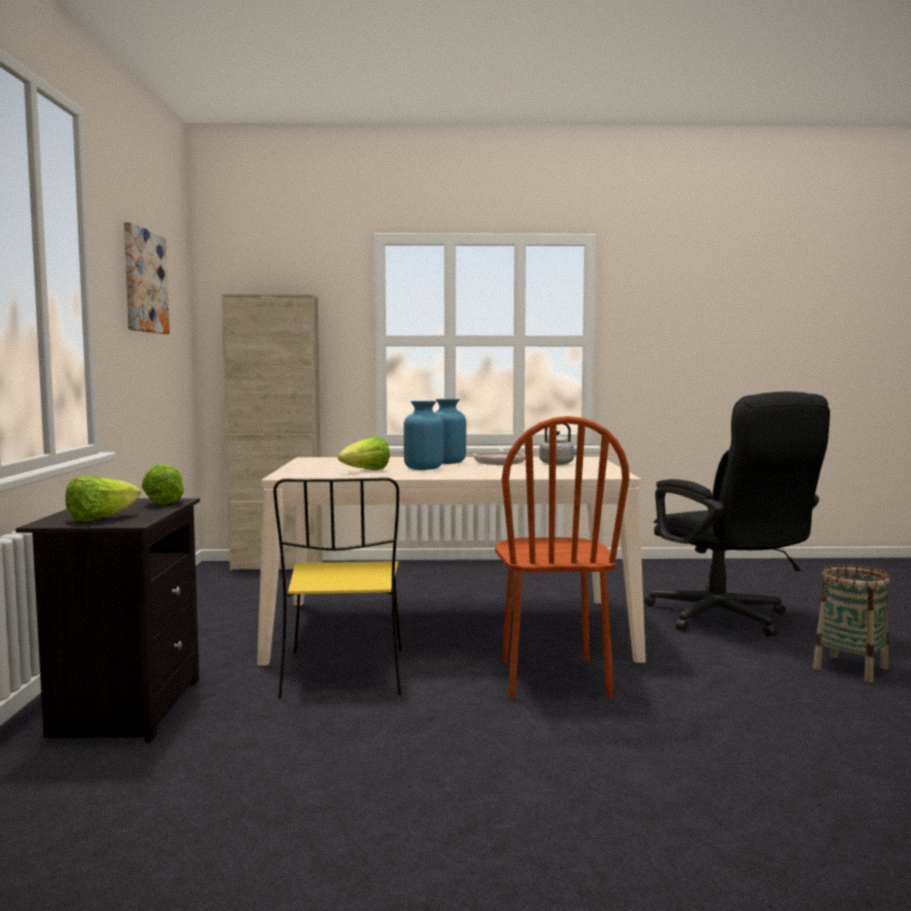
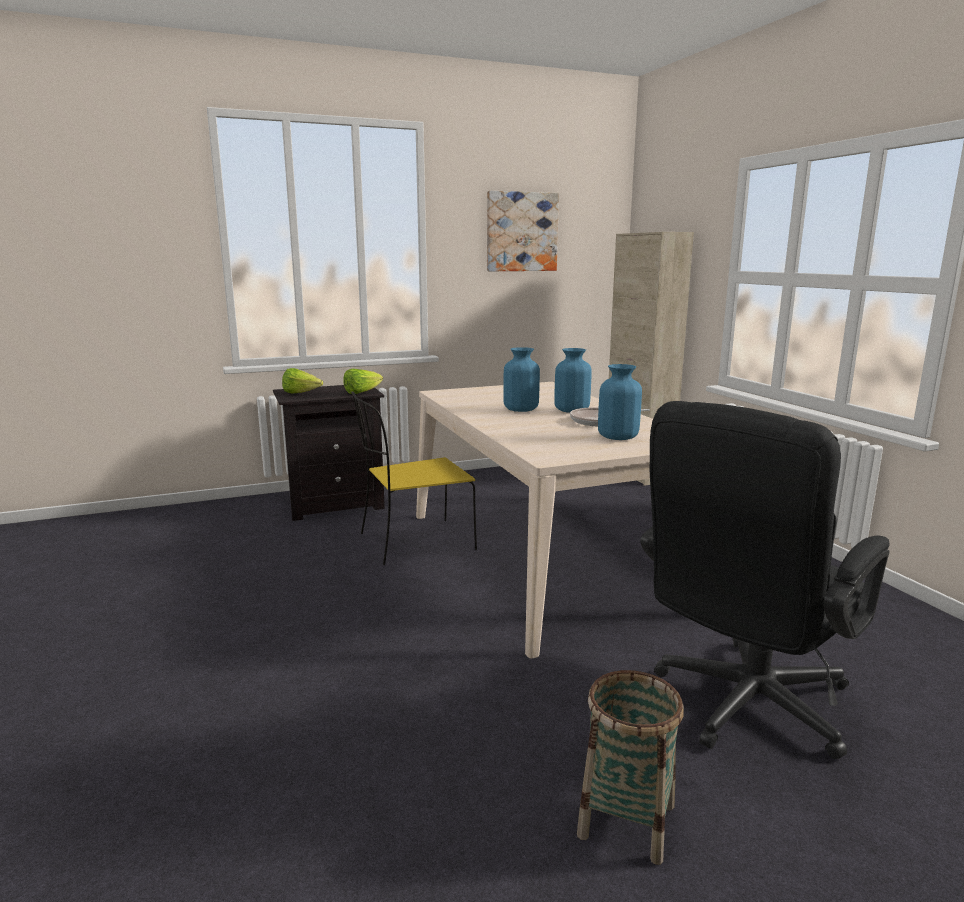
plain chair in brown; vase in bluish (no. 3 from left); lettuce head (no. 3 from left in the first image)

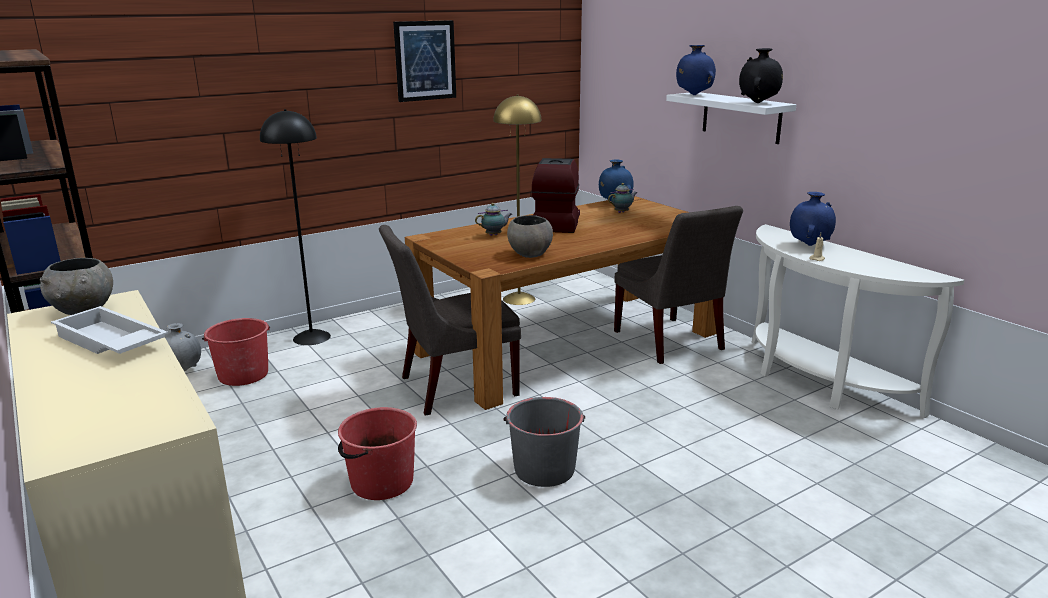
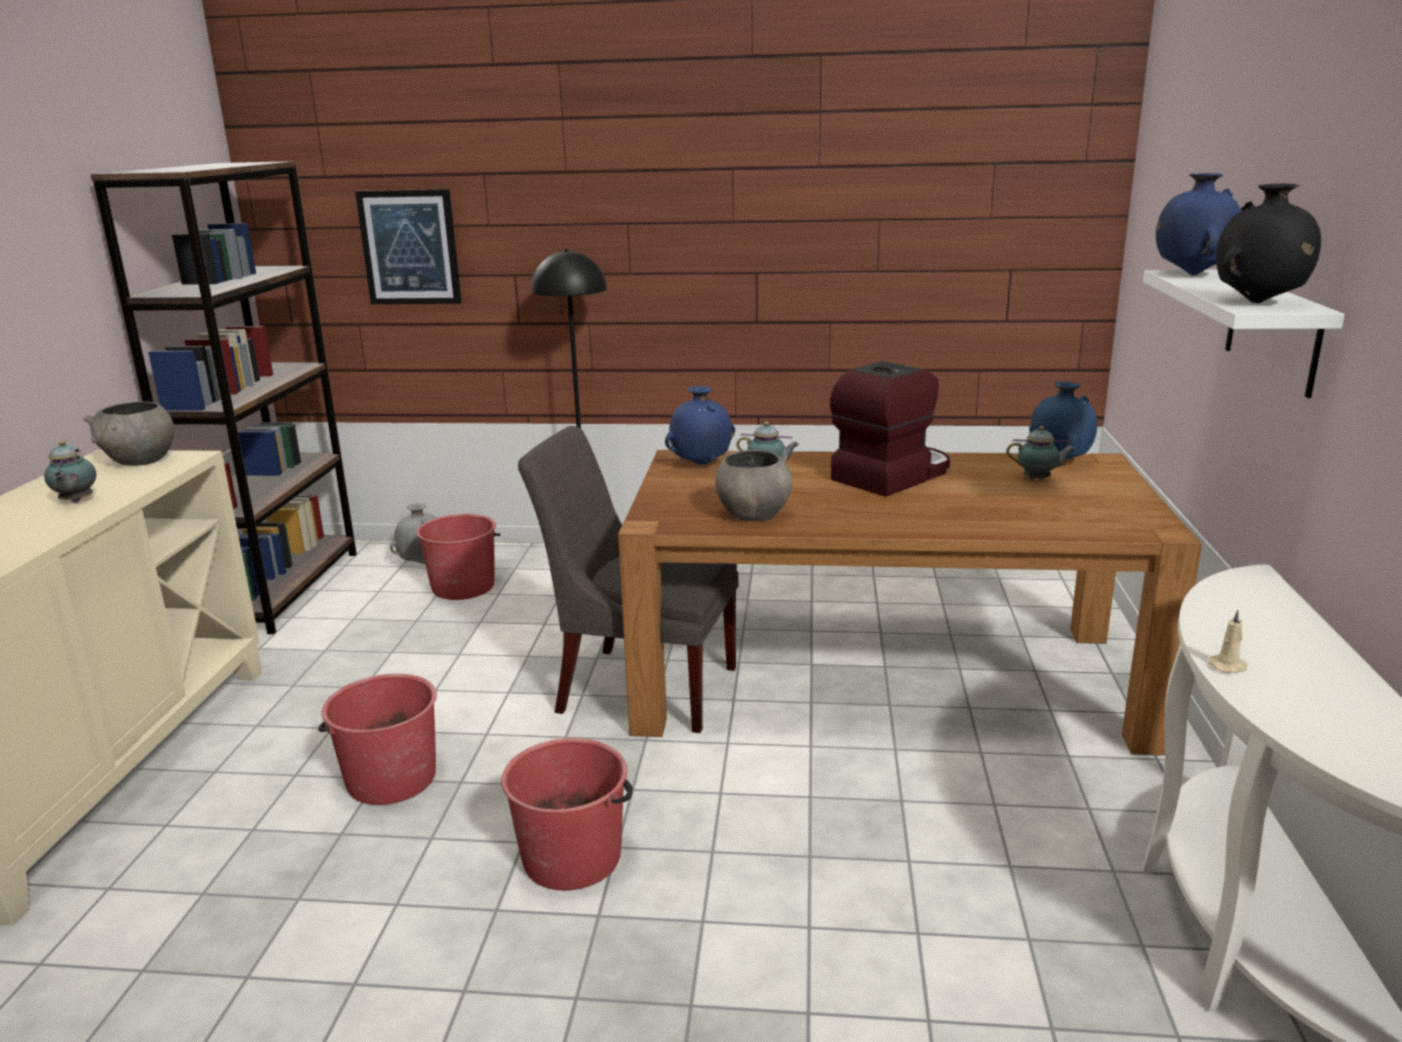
picture; standard lamp in yellow; vase in bluish (no. 1 from left); plain chair in greyish (no. 2 from left in the first image); teapot (no. 1 from left); bucket in red-coloured (no. 3 from left)

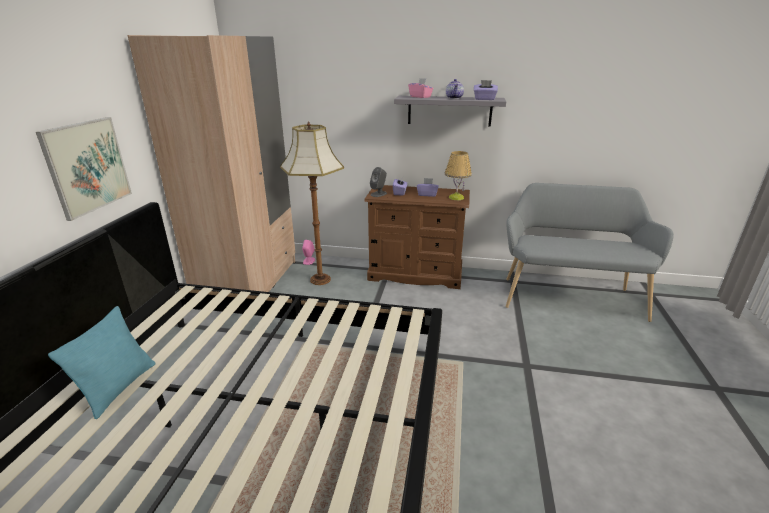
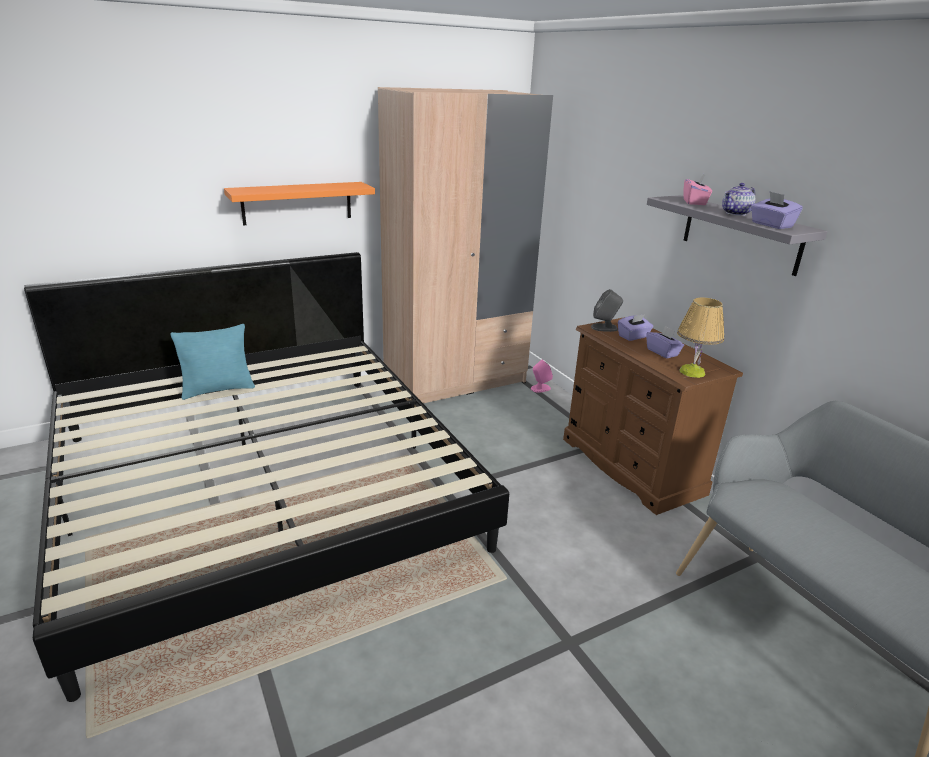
shelf in orange-coloured; standard lamp

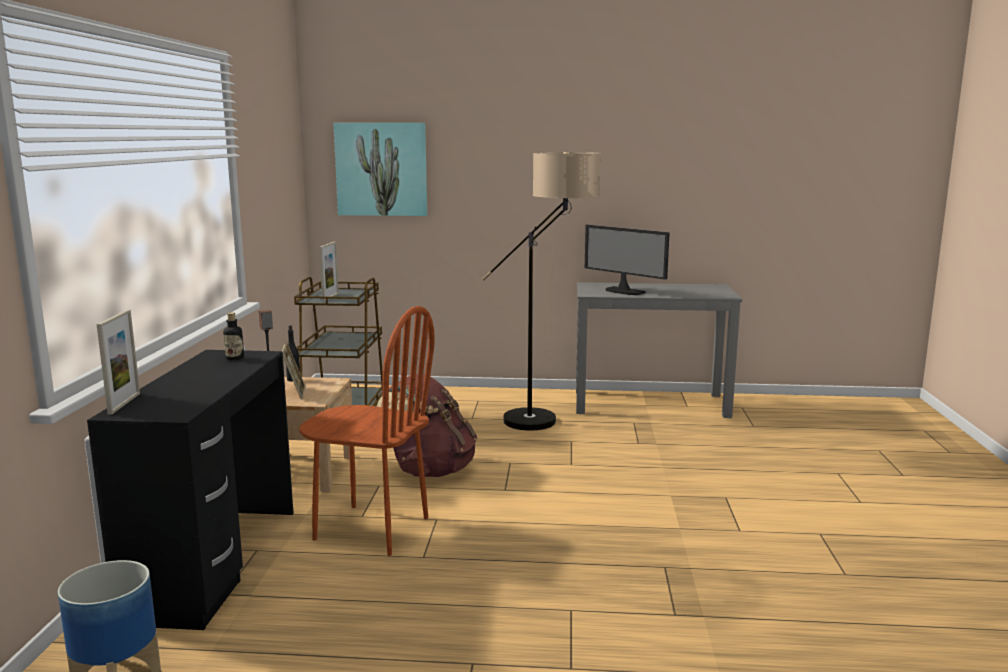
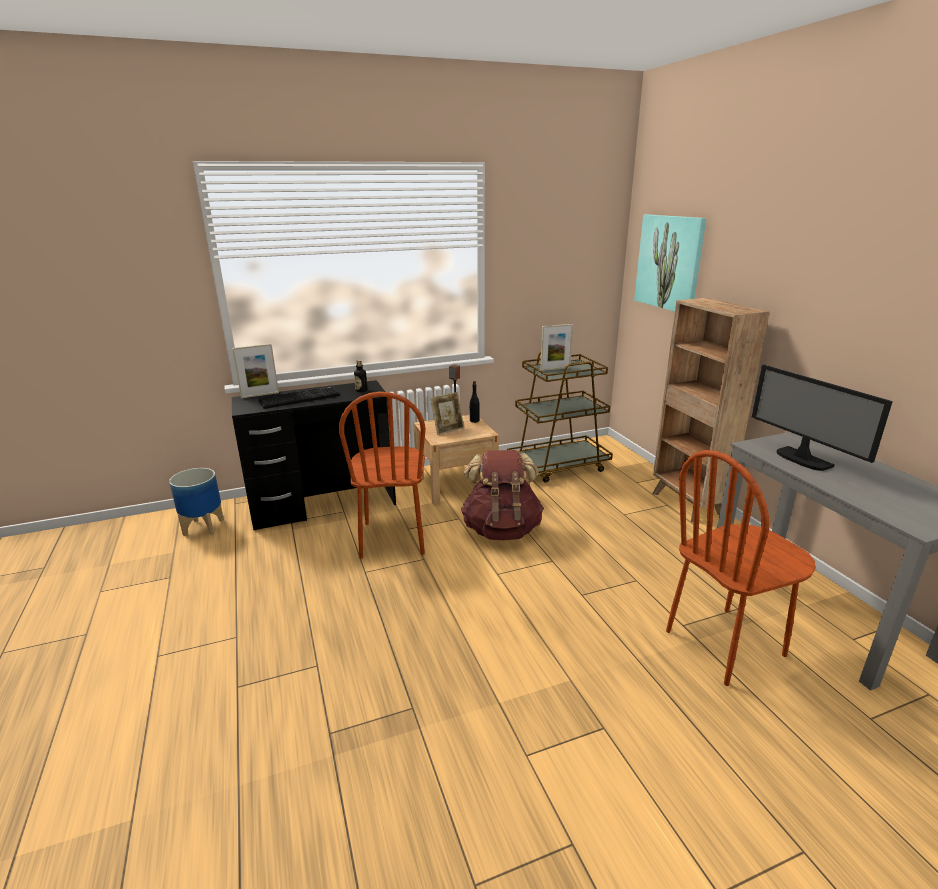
standard lamp; monitor; shelving unit in brown; PC keyboard; plain chair in brown (no. 2 from left)

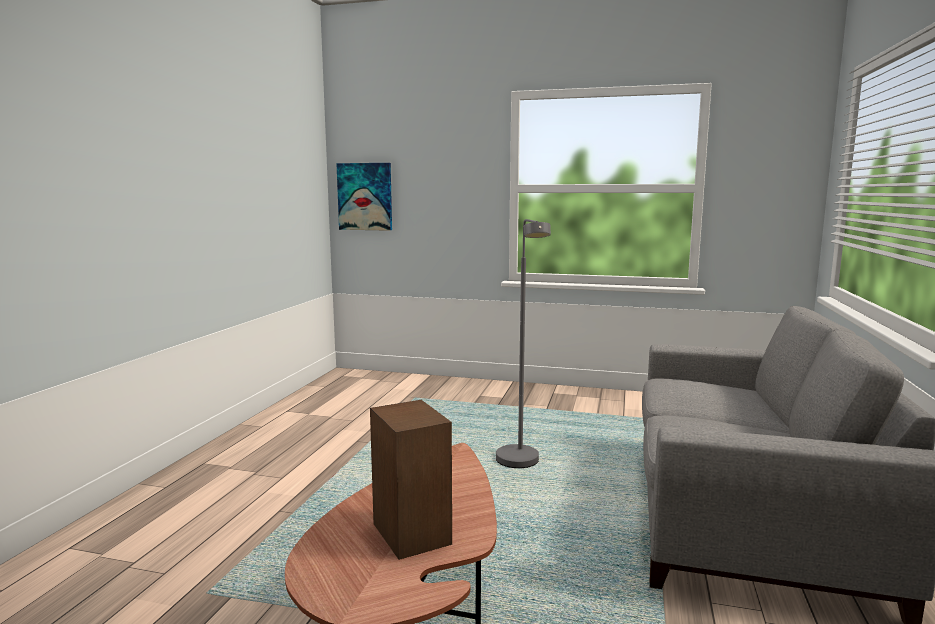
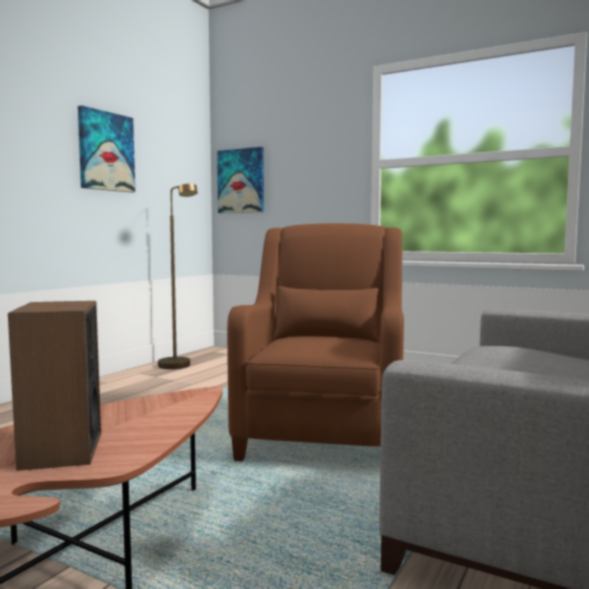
armchair in brown; picture (no. 1 from left); standard lamp in brown

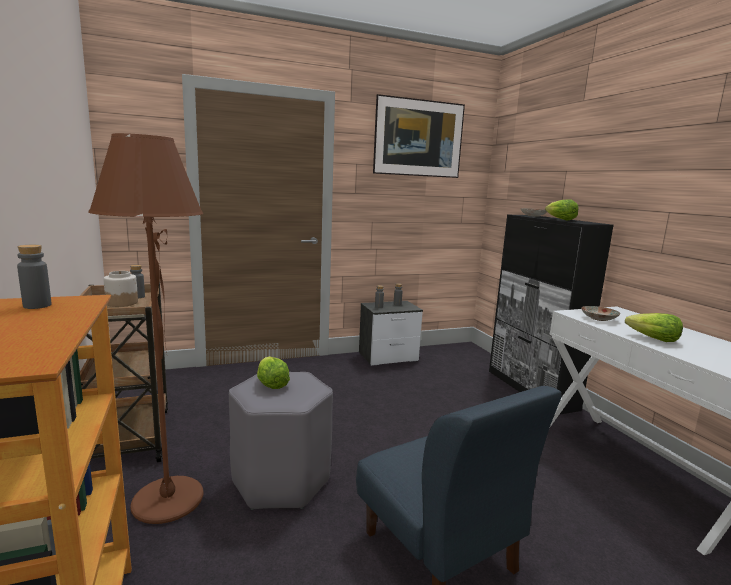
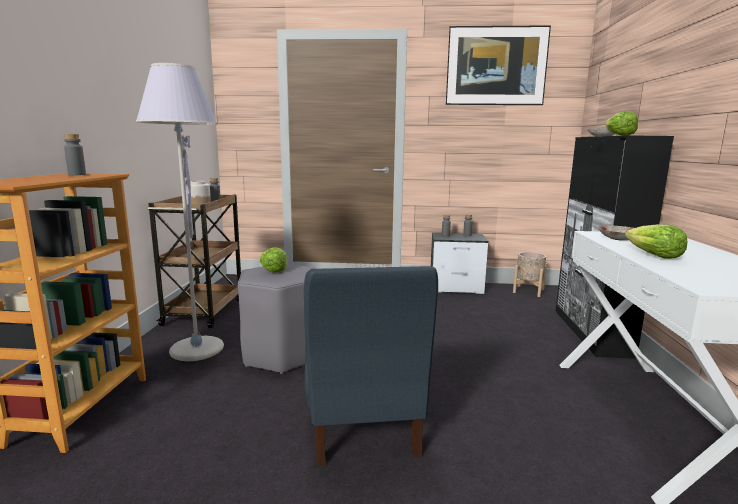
standard lamp in greyish; planter in sand-coloured

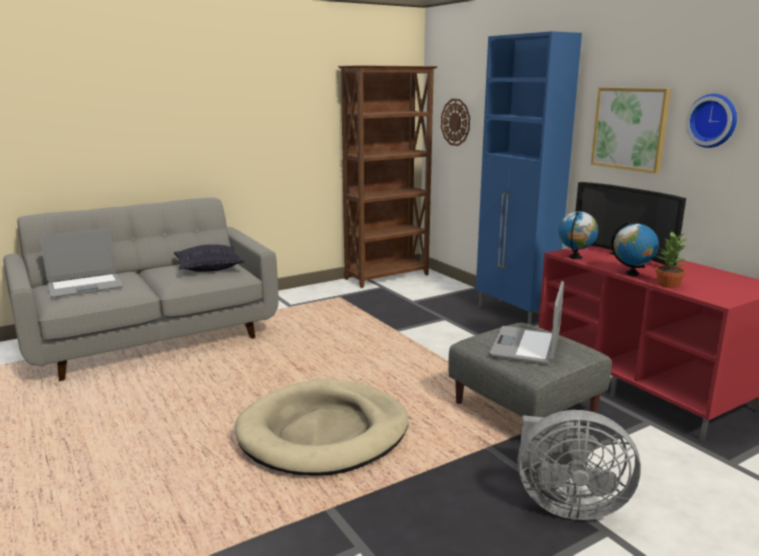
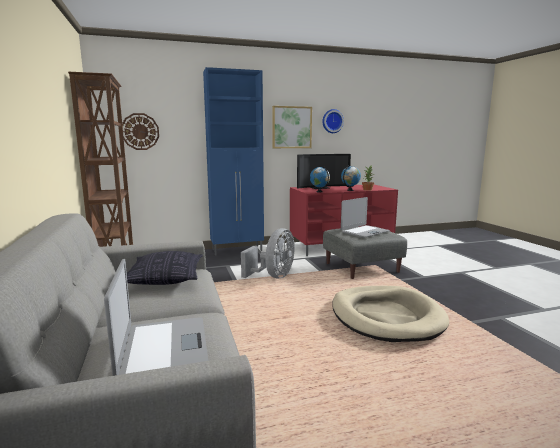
portable computer (no. 2 from left); electric fan in greyish

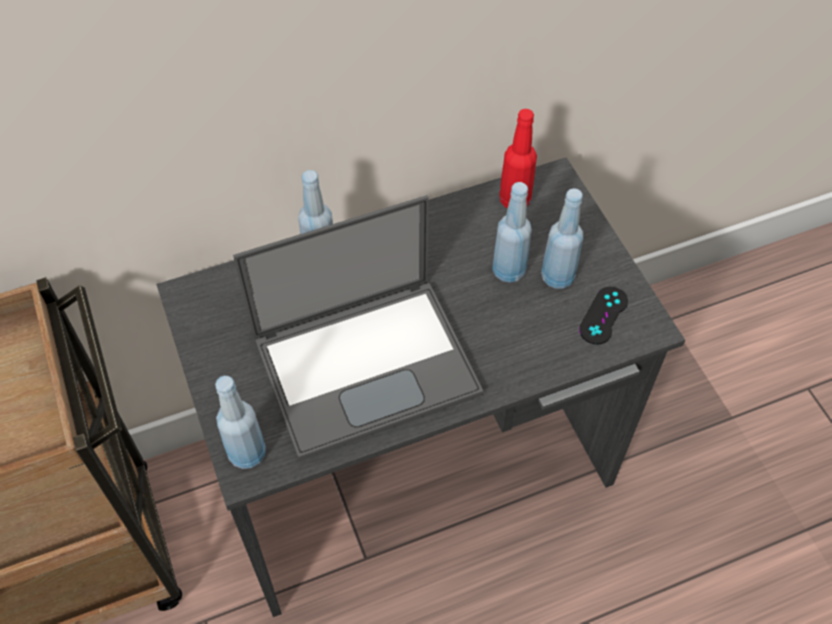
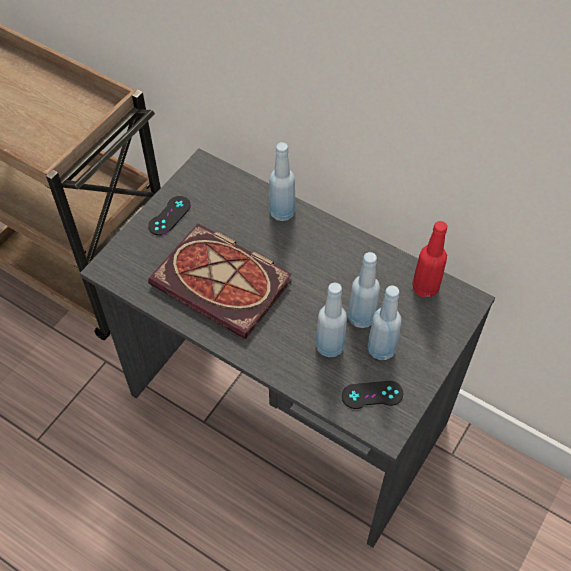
book; bottle in bluish (no. 2 from left); gamepad in black (no. 1 from left)

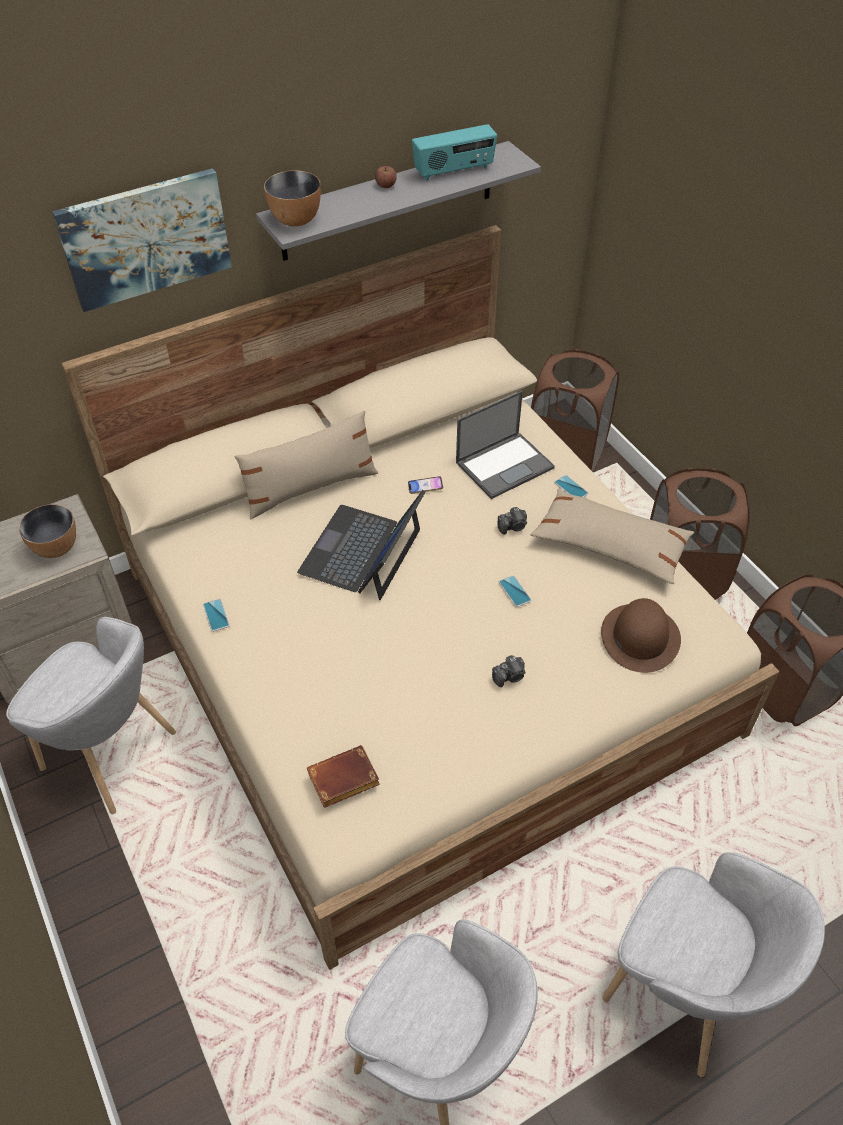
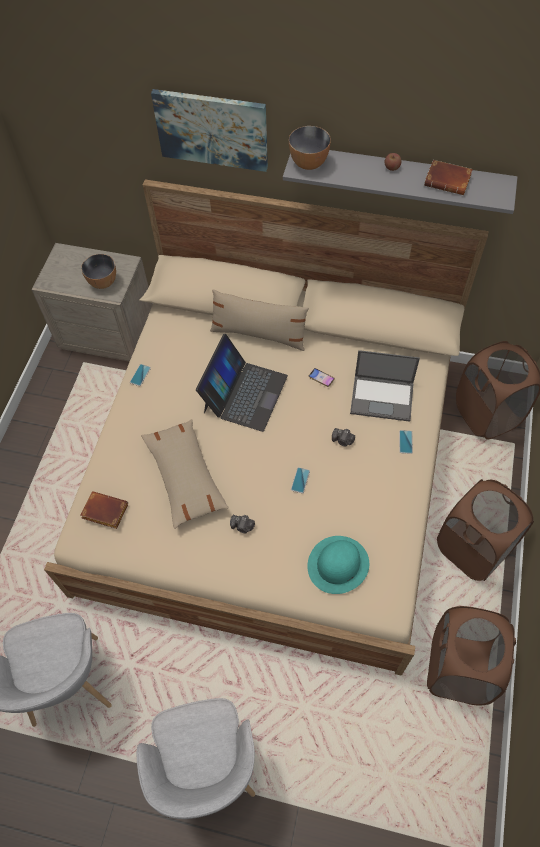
book in brown (no. 2 from left); throw pillow in sand-coloured (no. 1 from left); portable computer (no. 1 from left); hat in turquoise; armchair in greyish (no. 1 from left in the first image)

